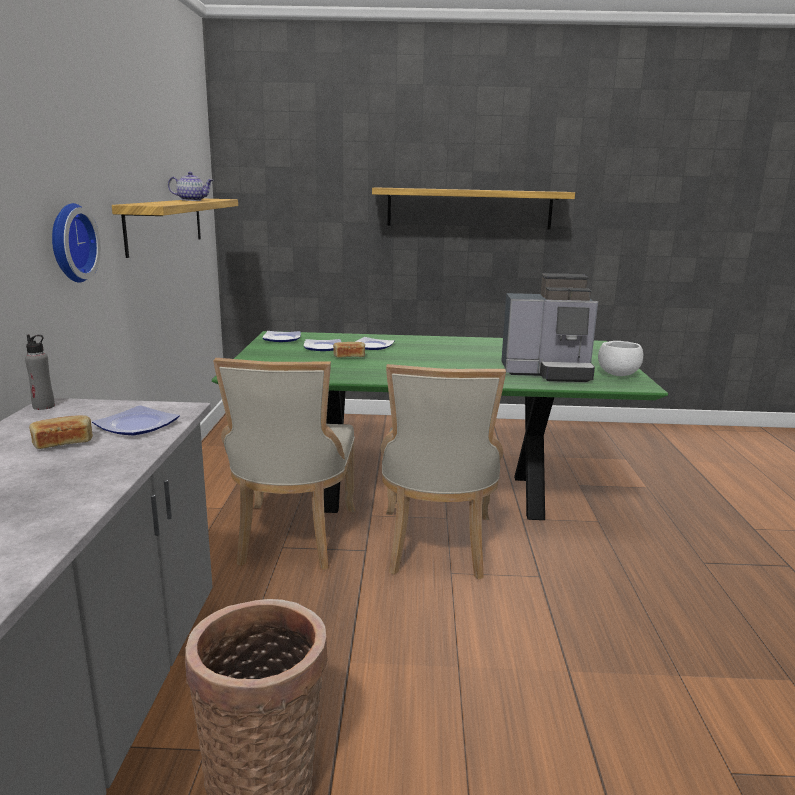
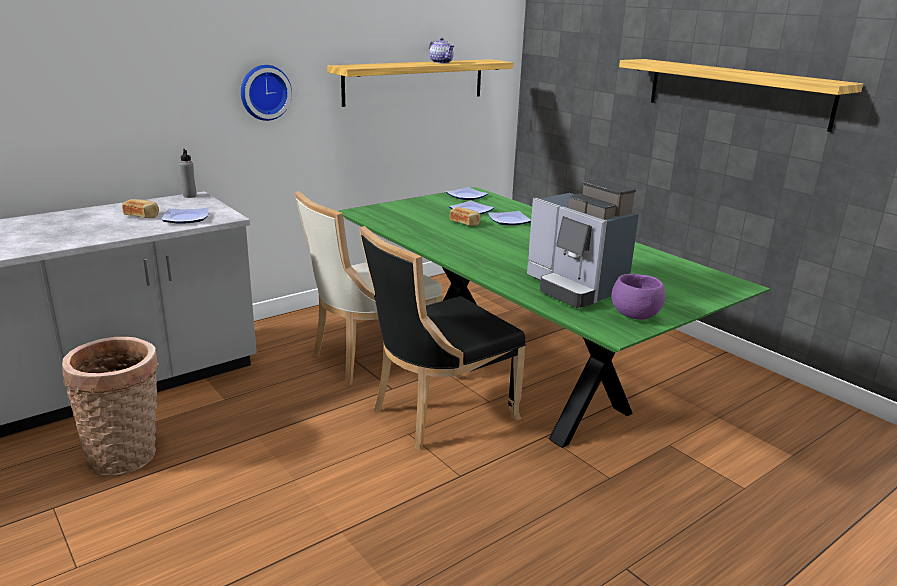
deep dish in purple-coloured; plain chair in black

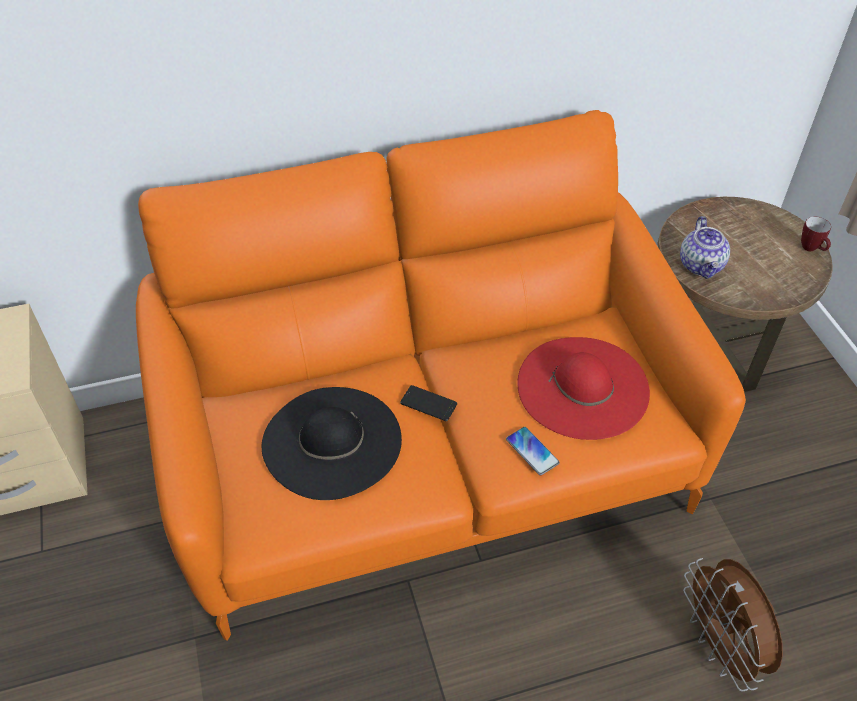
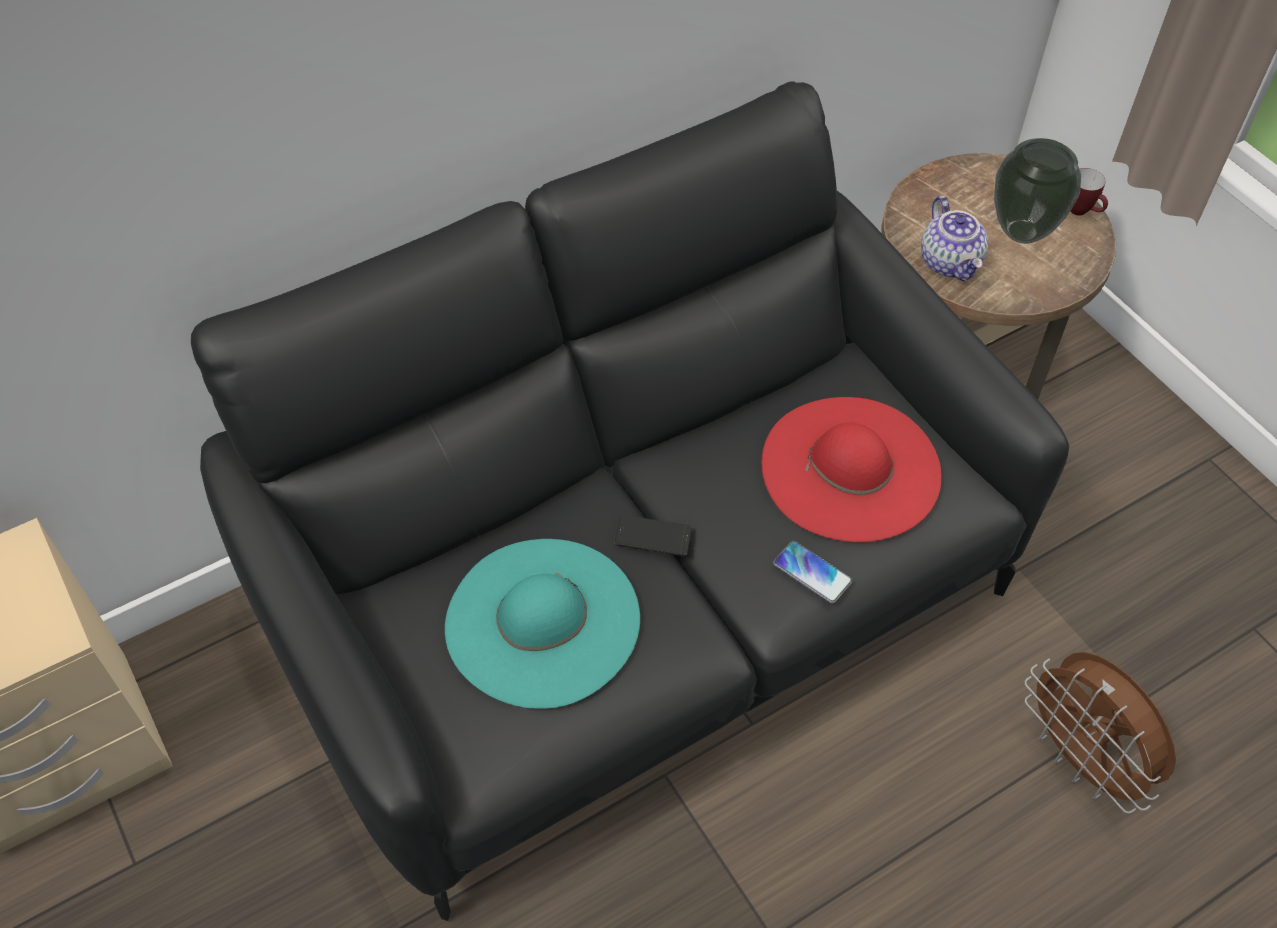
couch in black; hat in turquoise; vase

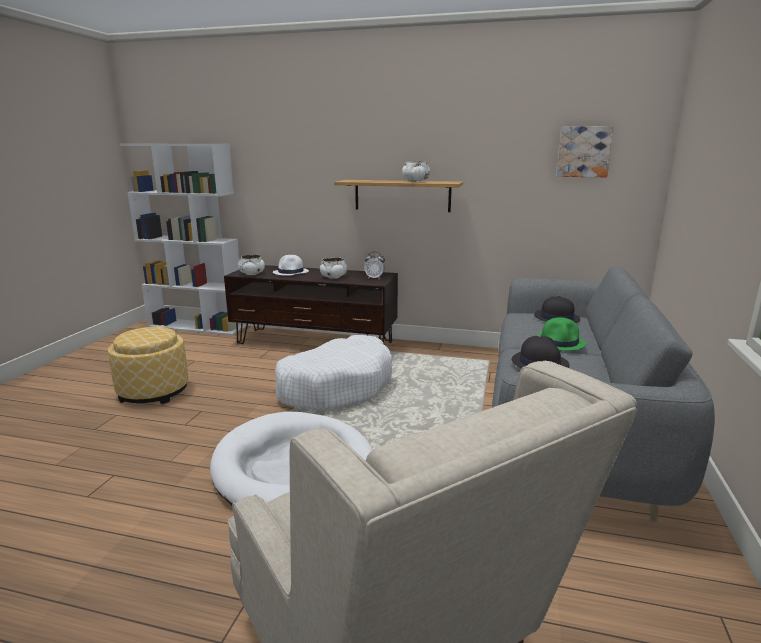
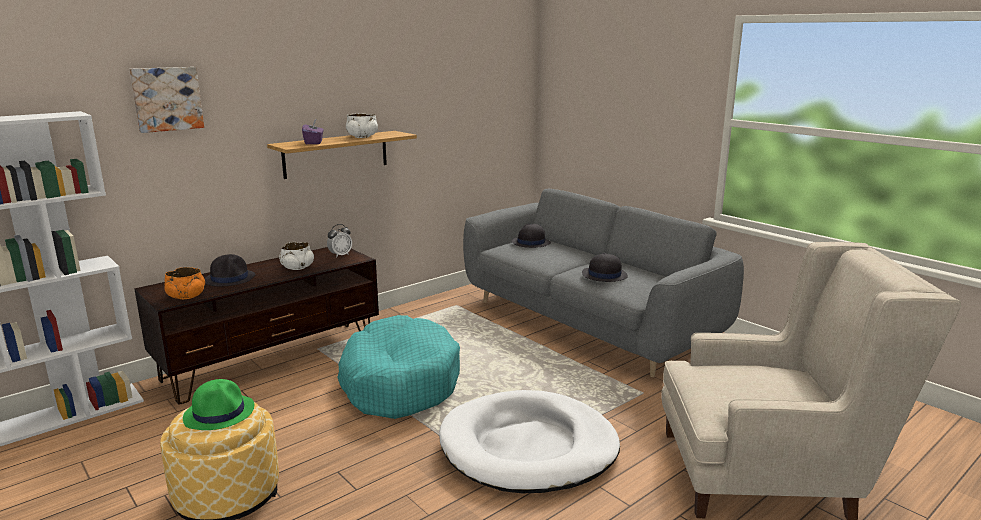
picture; deep dish in orange-coloured; hat in black (no. 1 from left); hat in greenish; dog cushion in turquoise; tissue holder in purple-coloured

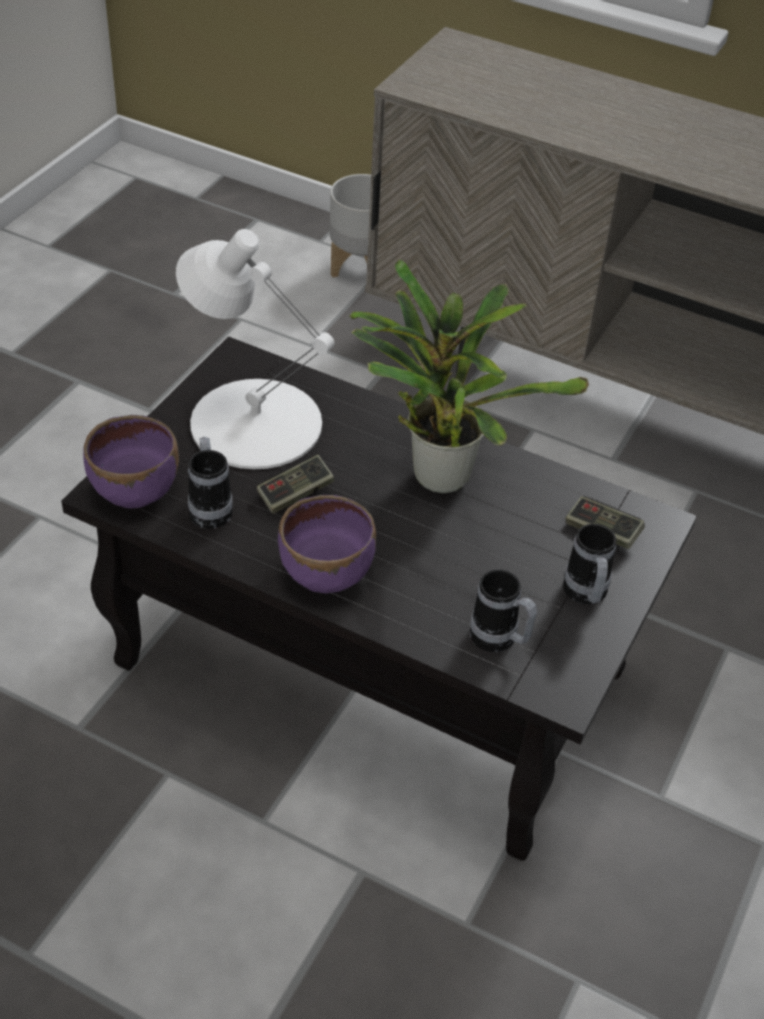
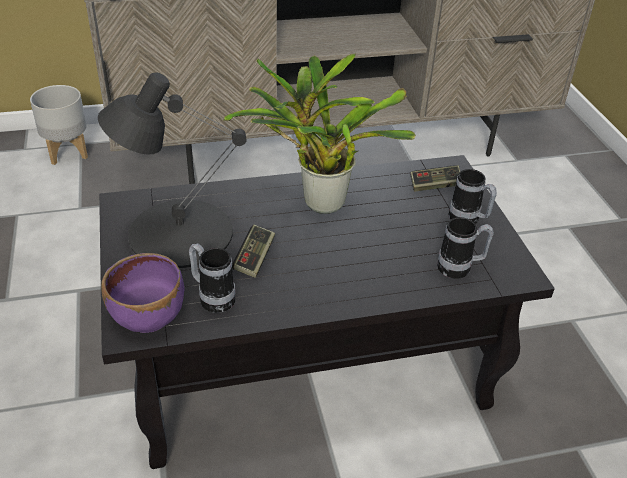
table lamp in black; deep dish in purple-coloured (no. 2 from left in the first image)

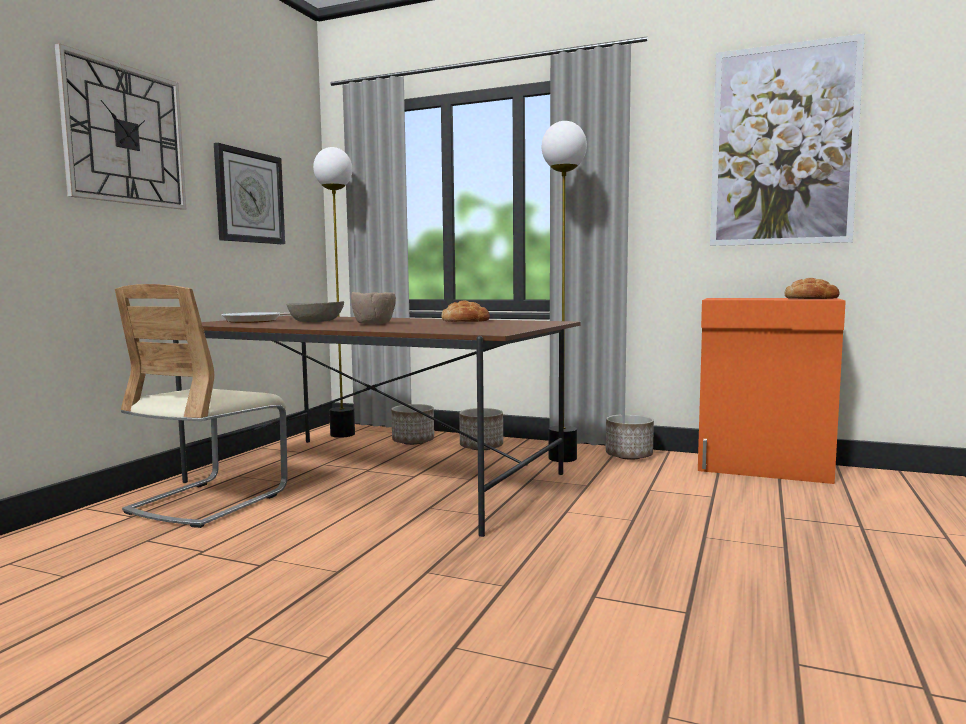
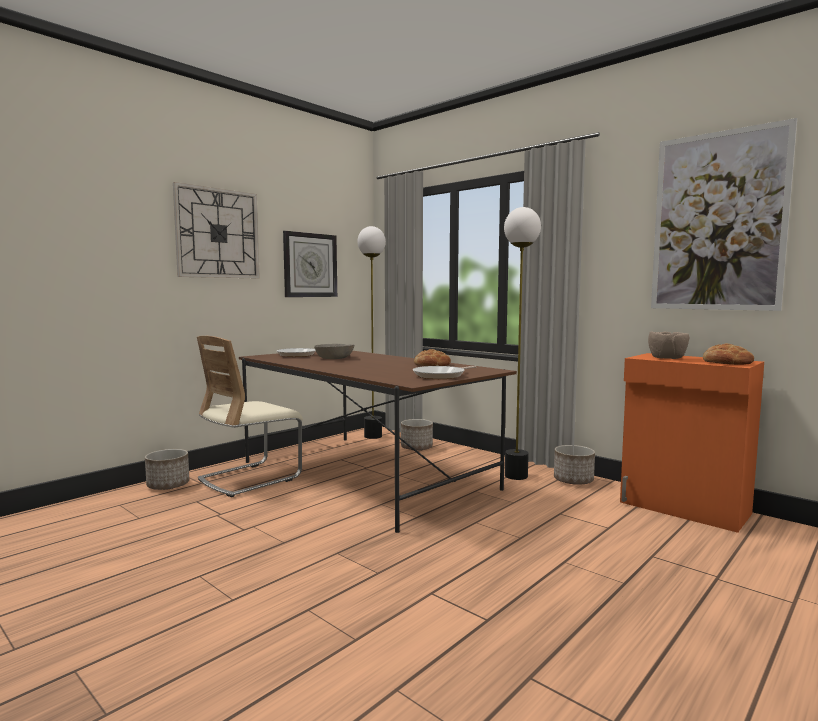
deep dish in brown; planter (no. 1 from left); skillet (no. 2 from left)

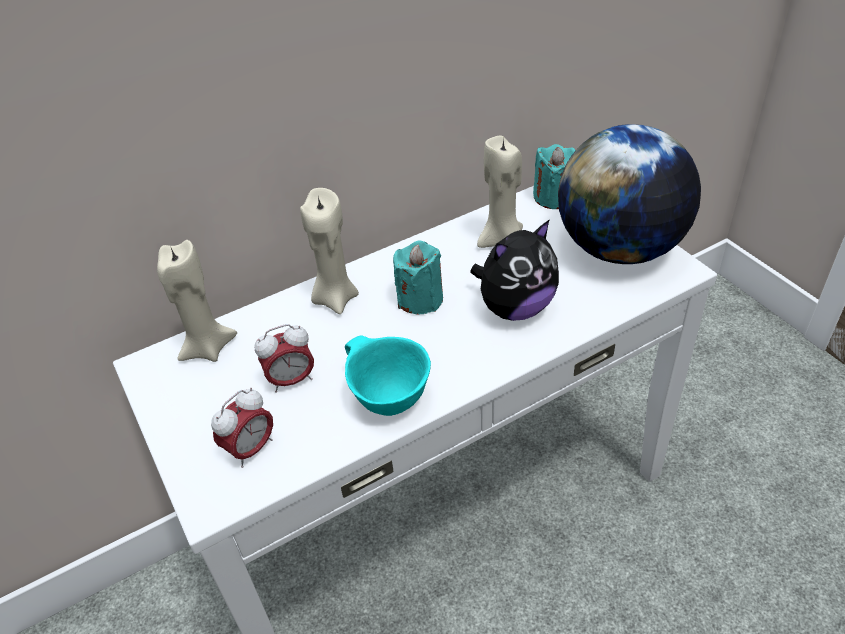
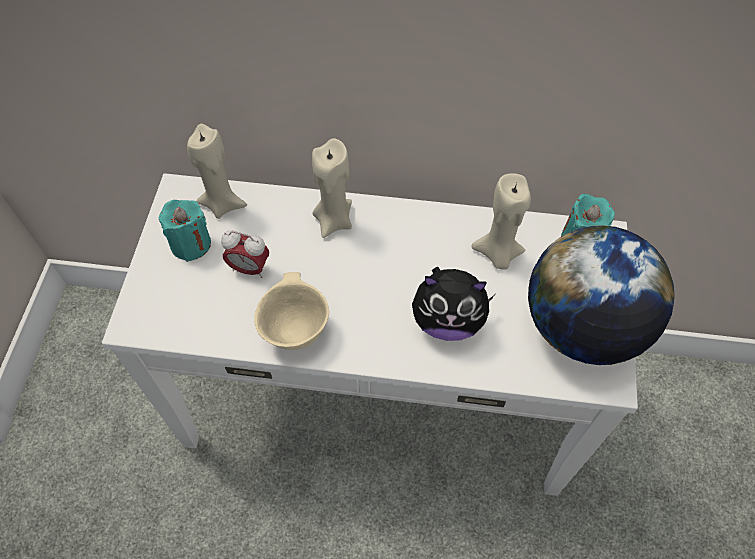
candle in turquoise (no. 1 from left); deep dish in sand-coloured; table clock (no. 1 from left in the first image)

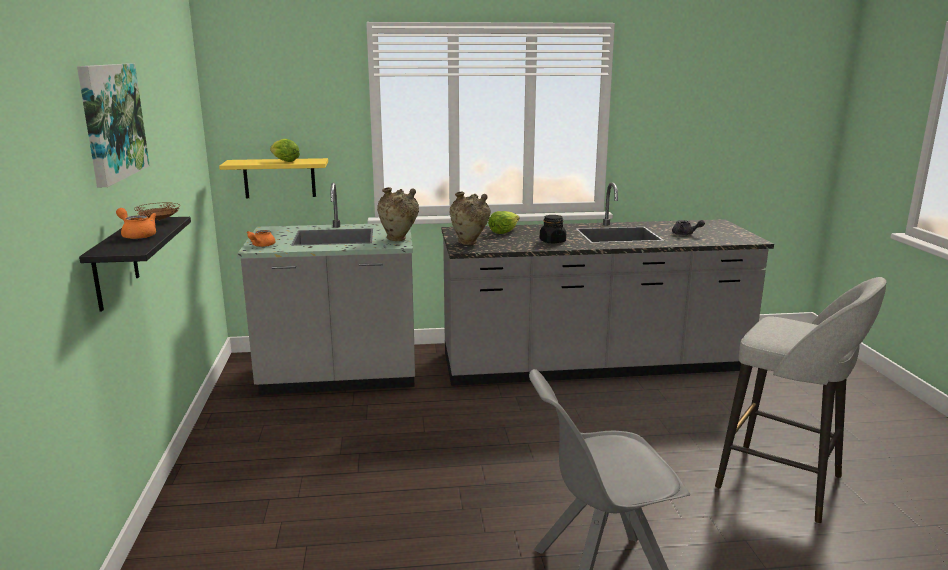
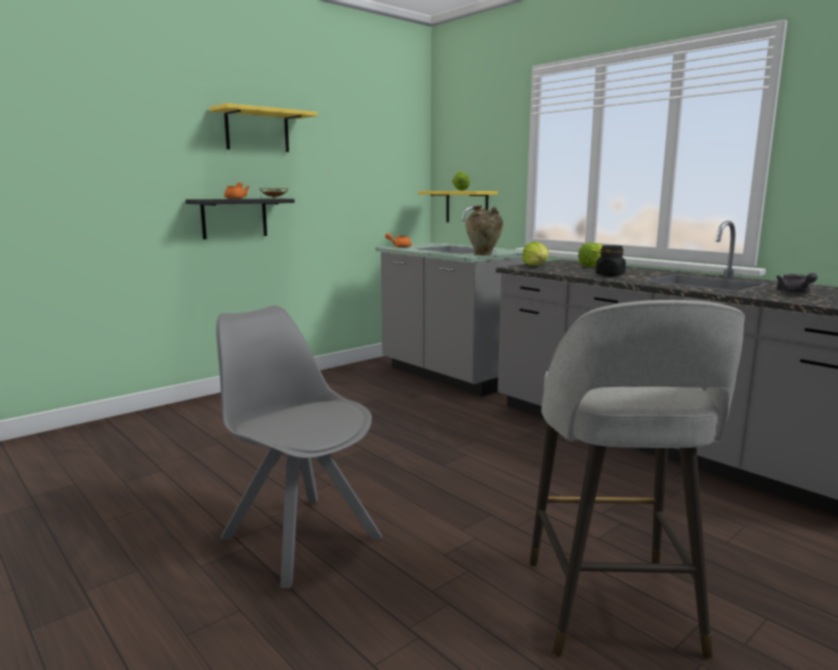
shelf in yellow (no. 1 from left); lettuce head (no. 2 from left)

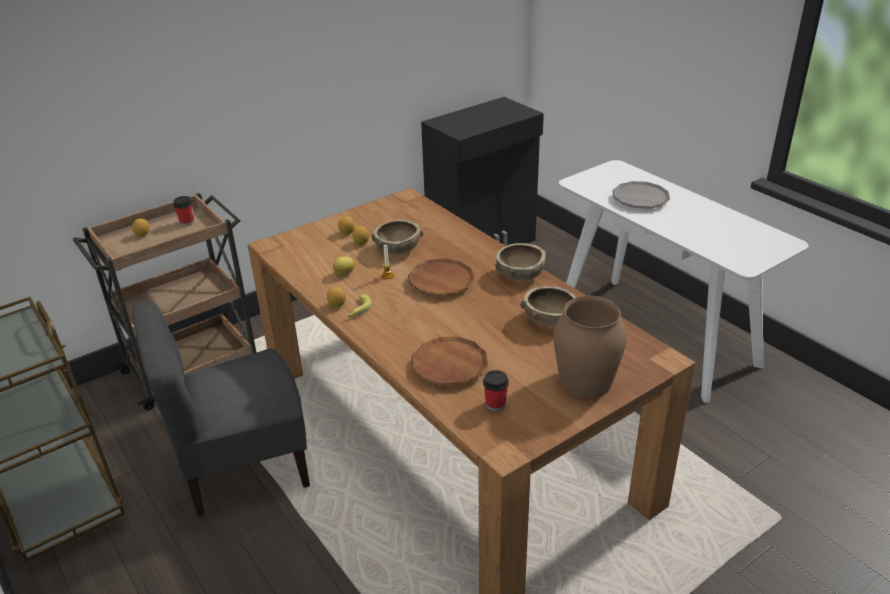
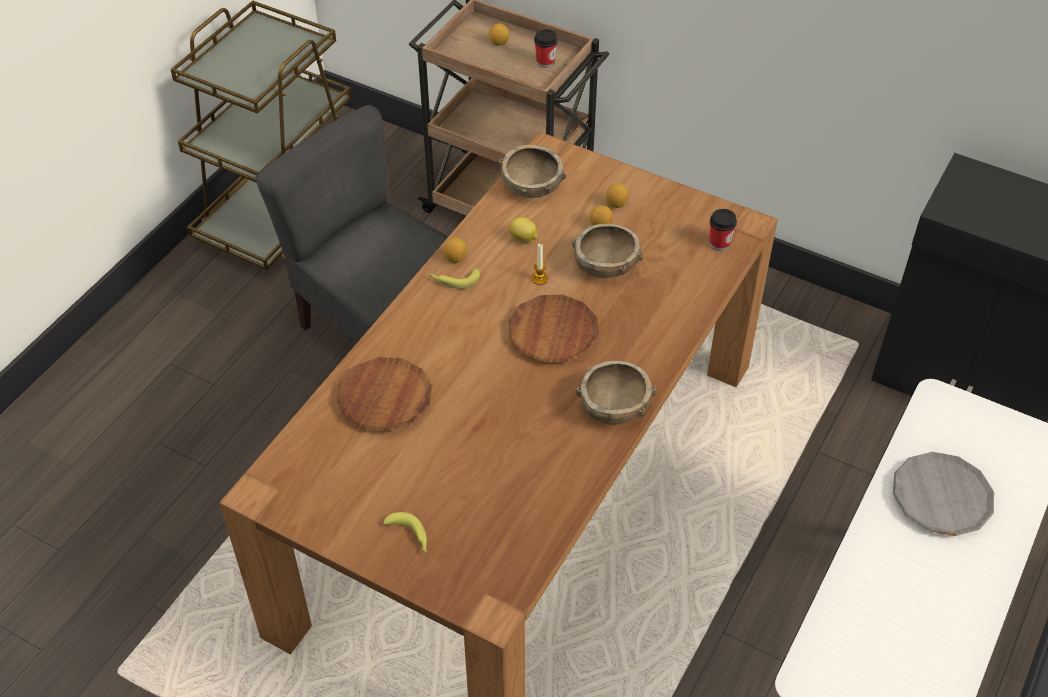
deep dish in brown (no. 1 from left); banana (no. 1 from left); drinking cup (no. 2 from left)

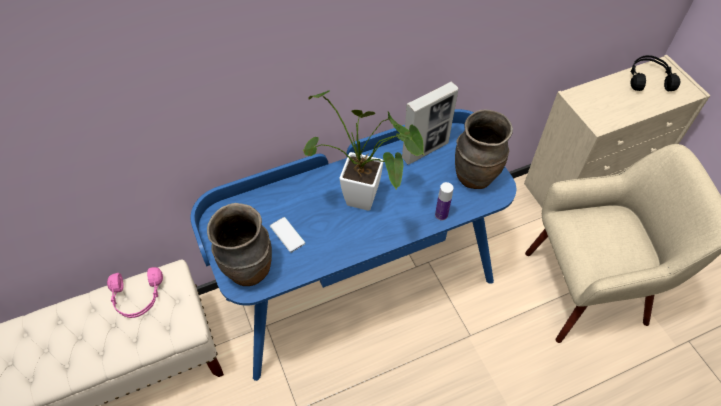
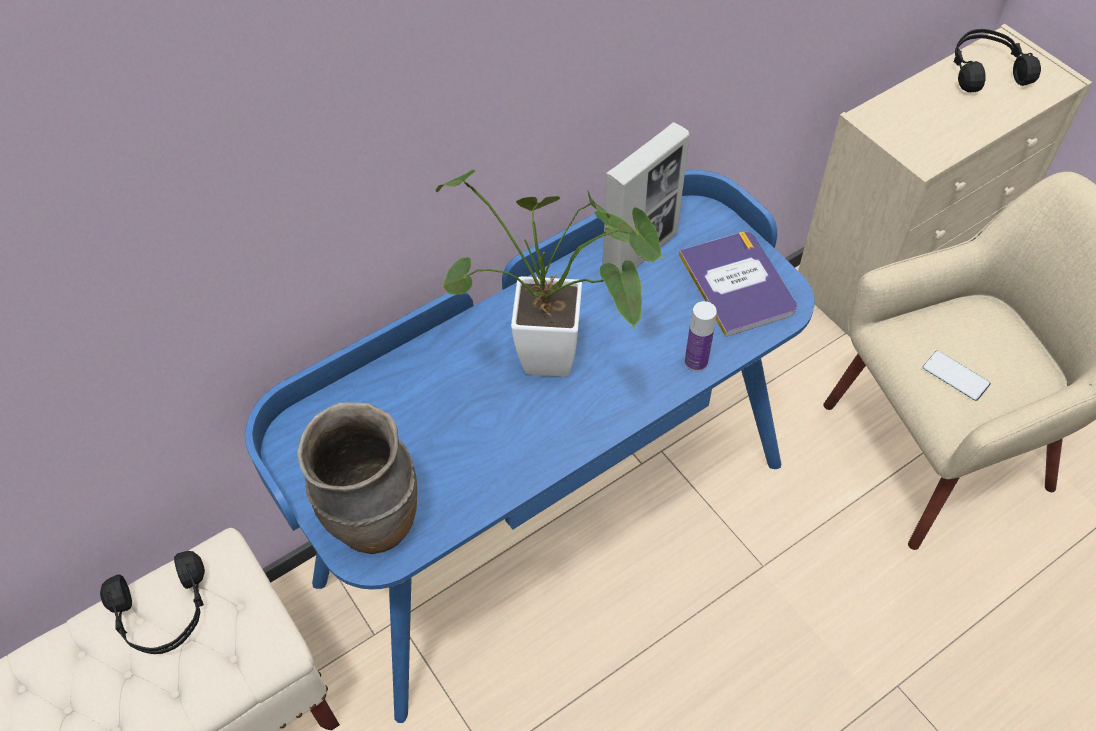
book; telephone; headset in black (no. 1 from left)

